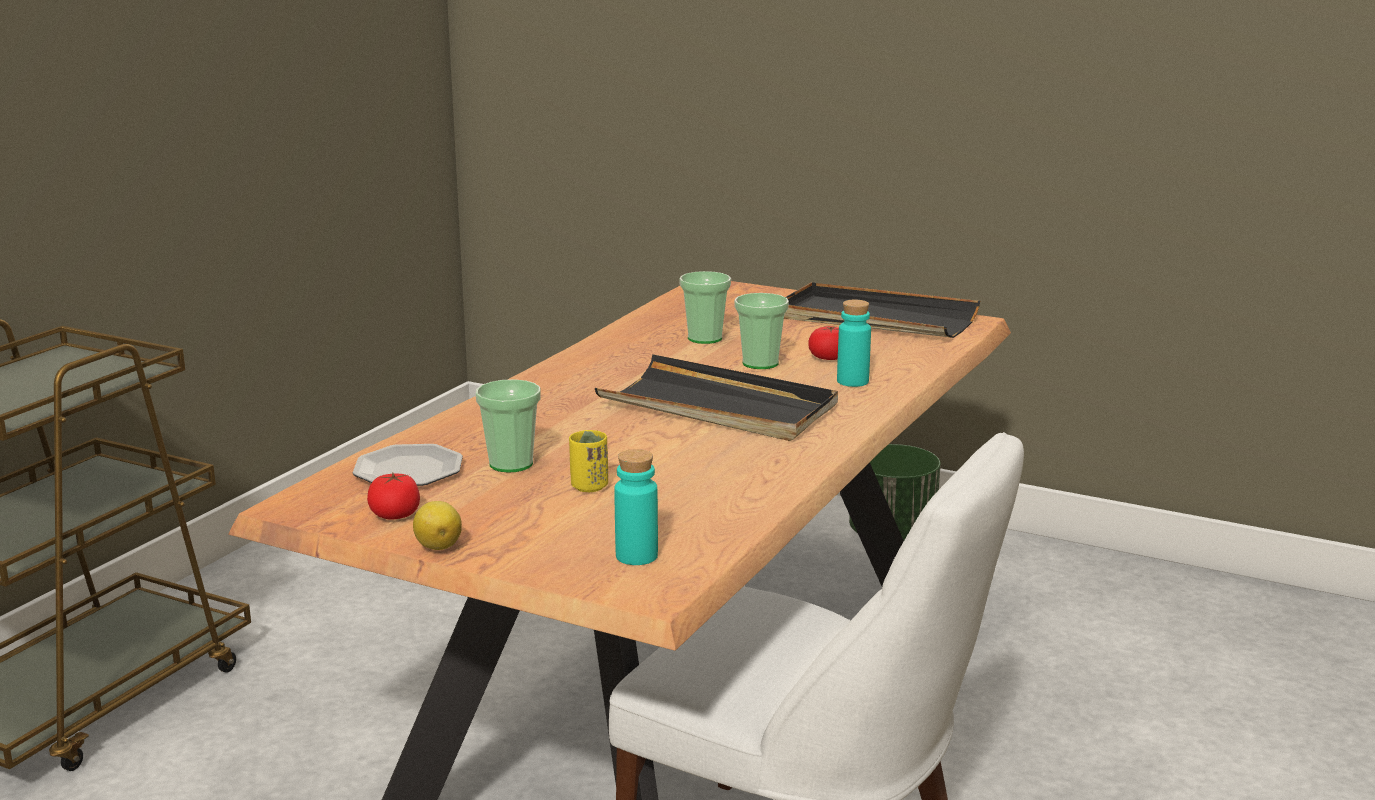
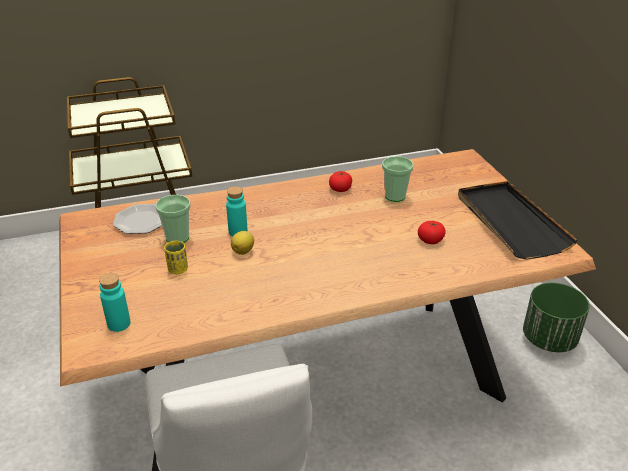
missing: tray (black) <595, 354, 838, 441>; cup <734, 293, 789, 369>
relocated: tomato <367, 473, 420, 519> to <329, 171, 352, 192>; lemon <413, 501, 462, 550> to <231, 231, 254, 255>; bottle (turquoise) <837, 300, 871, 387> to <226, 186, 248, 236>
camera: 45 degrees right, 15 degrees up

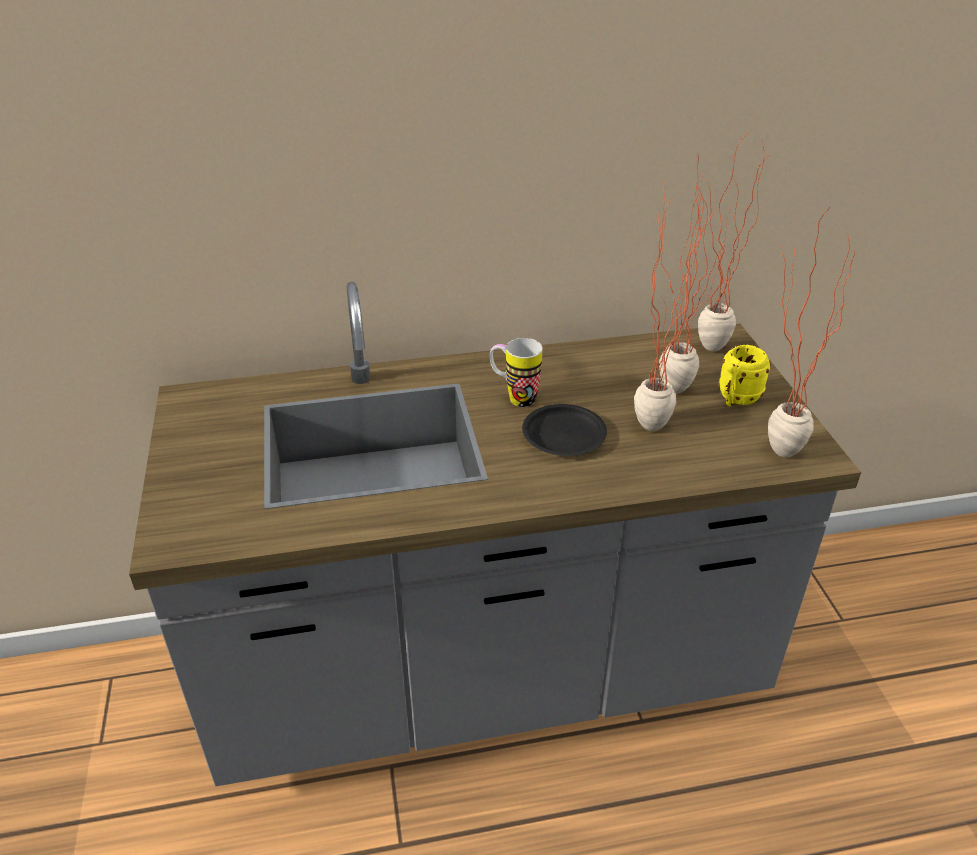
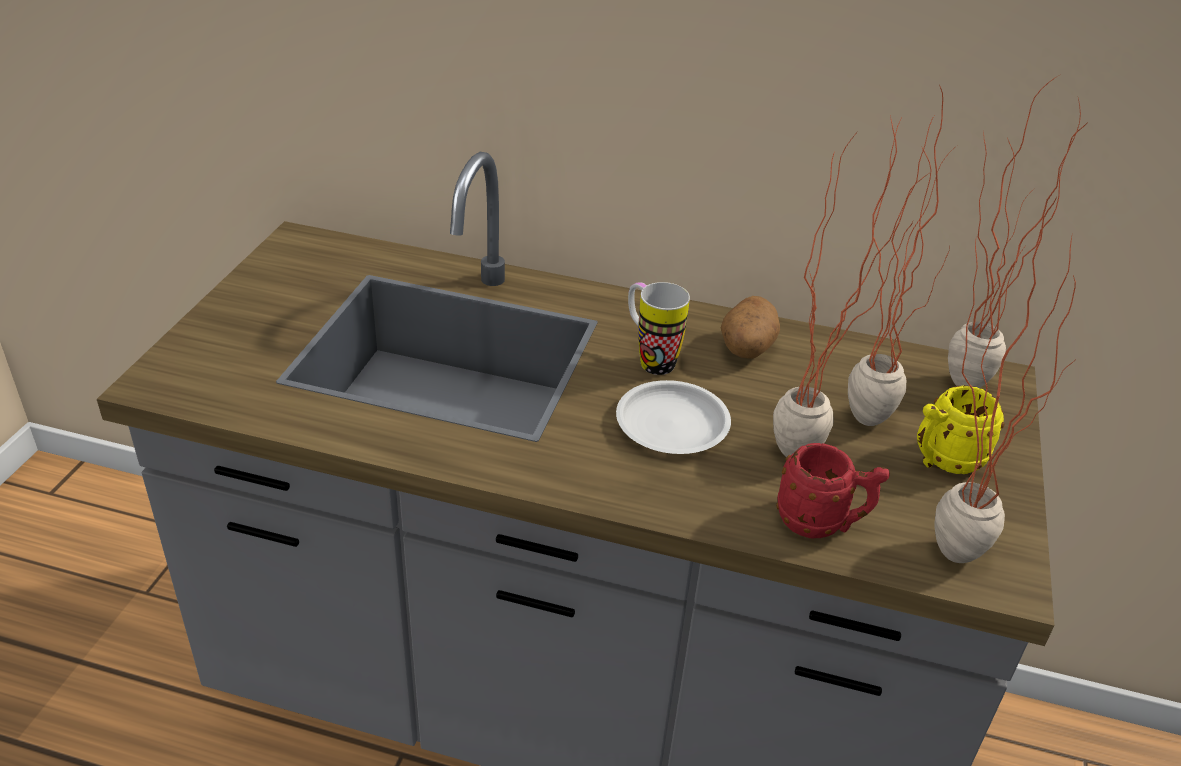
appeared: potato <721, 296, 780, 359>; mug (red) <776, 443, 890, 539>
colour: plate (black) <522, 404, 607, 456> to plate (white) <616, 380, 731, 454>
camera: 25 degrees right, 0 degrees up

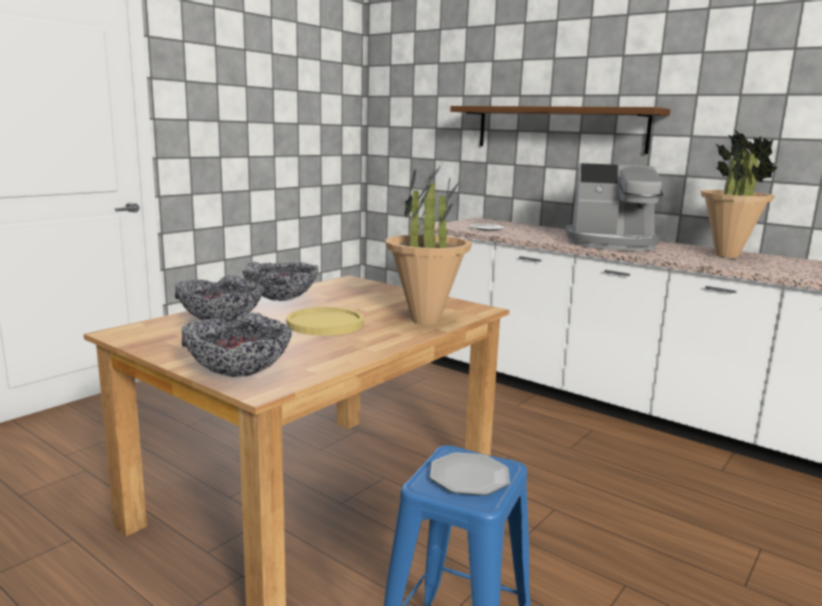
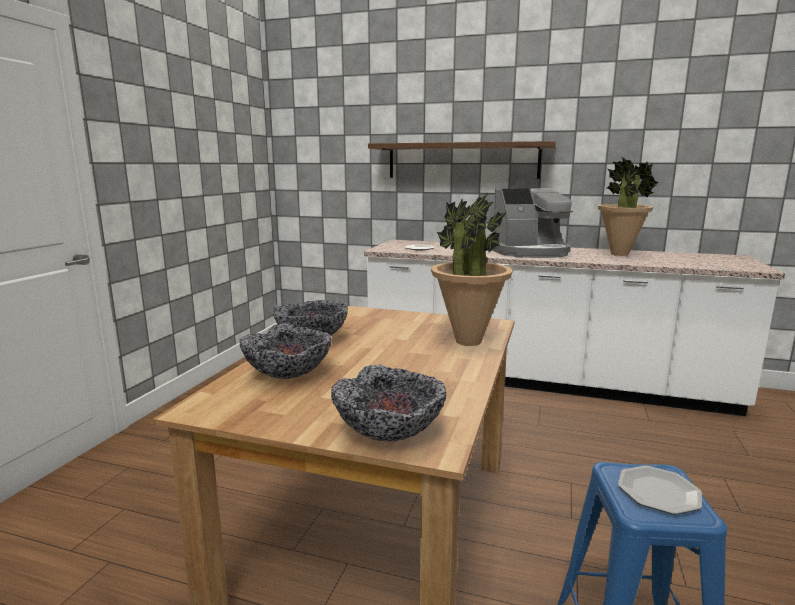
missing: plate (yellow) <287, 307, 364, 336>
camera: 20 degrees left, 0 degrees up

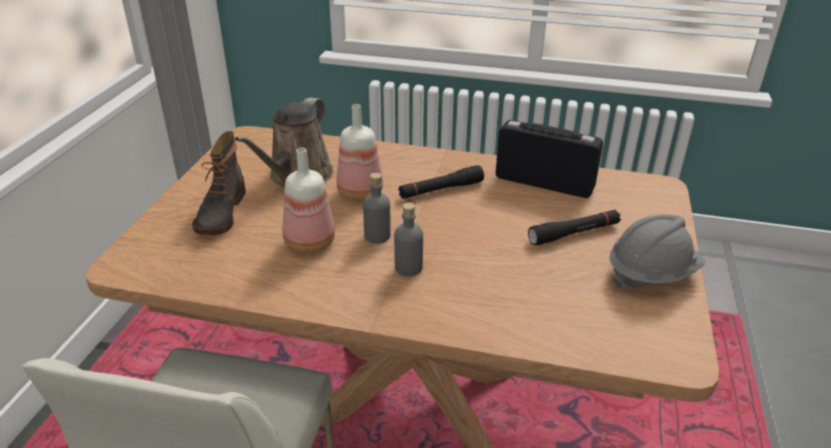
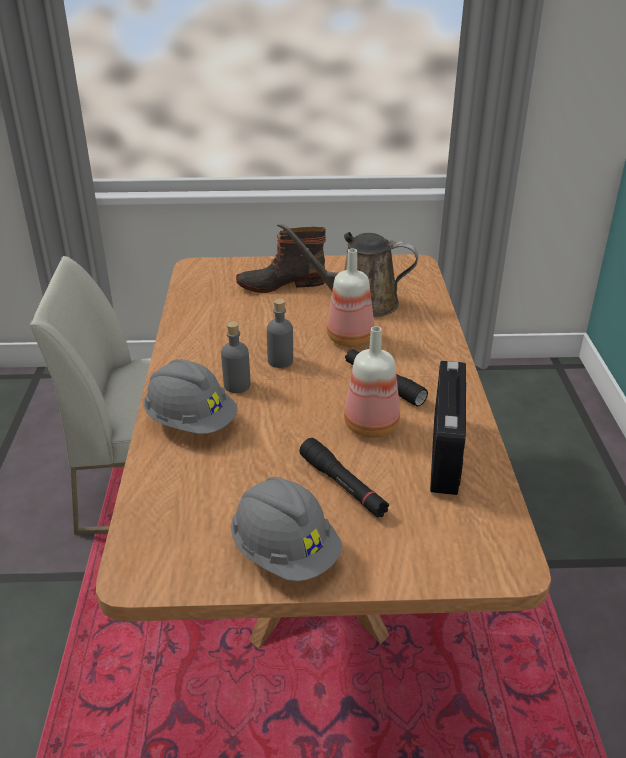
appeared: hard hat (grey) <144, 359, 238, 434>
relocated: bottle <283, 147, 335, 253> to <344, 326, 400, 438>
camera: 75 degrees right, 0 degrees up

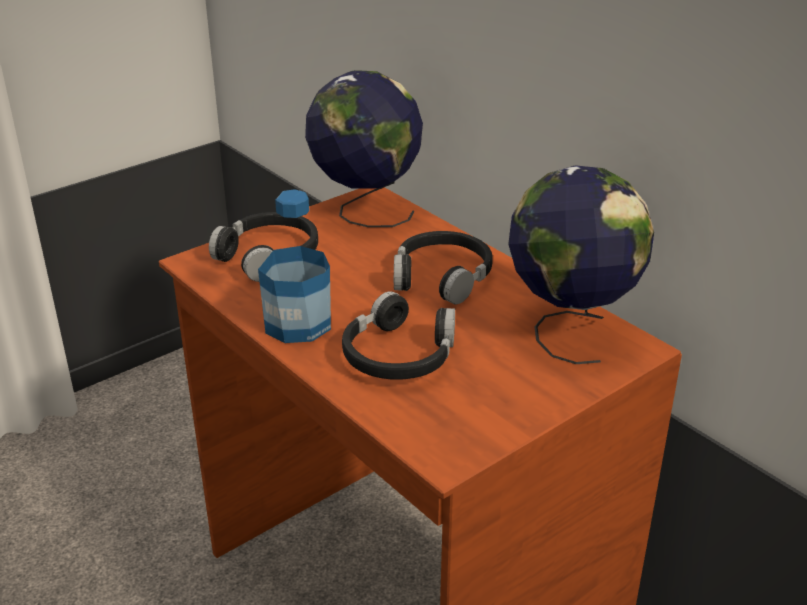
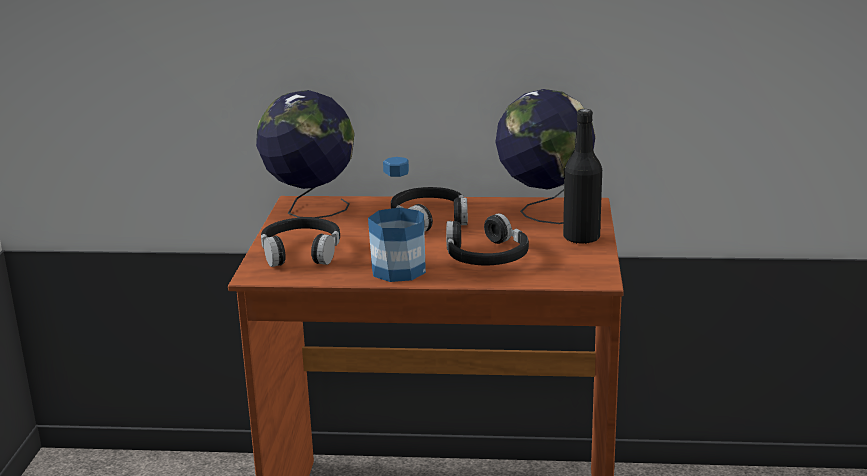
appeared: bottle (black) <563, 109, 602, 244>
camera: 45 degrees left, 10 degrees down

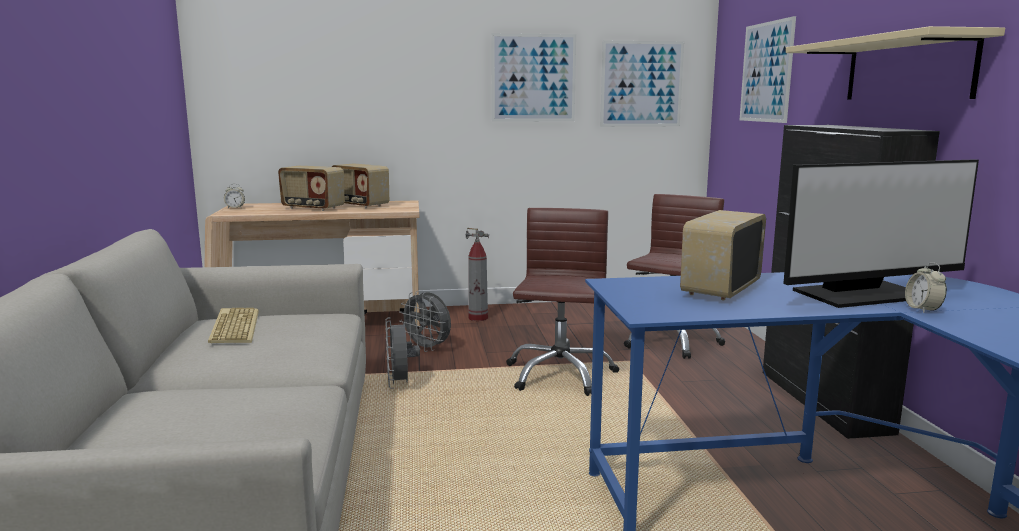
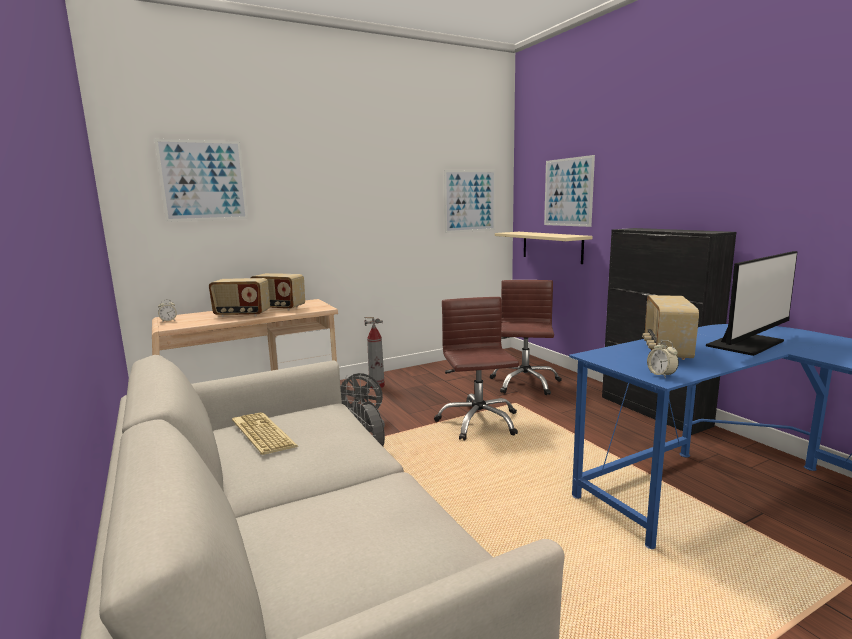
relocated: picture <491, 33, 576, 122> to <154, 139, 248, 222>; shelf (beige) <786, 26, 1005, 99> to <495, 232, 593, 264>; alarm clock <905, 262, 947, 313> to <647, 340, 679, 378>
camera: 20 degrees left, 0 degrees up

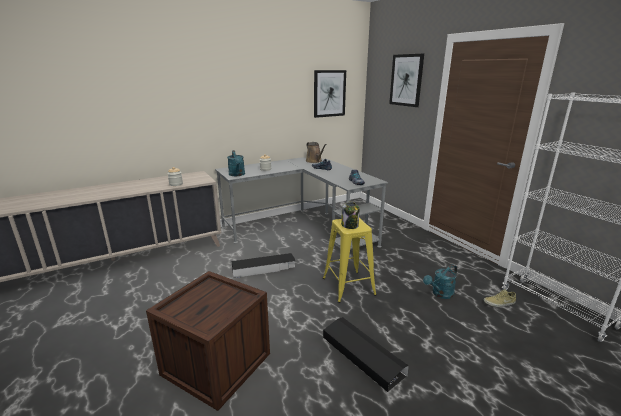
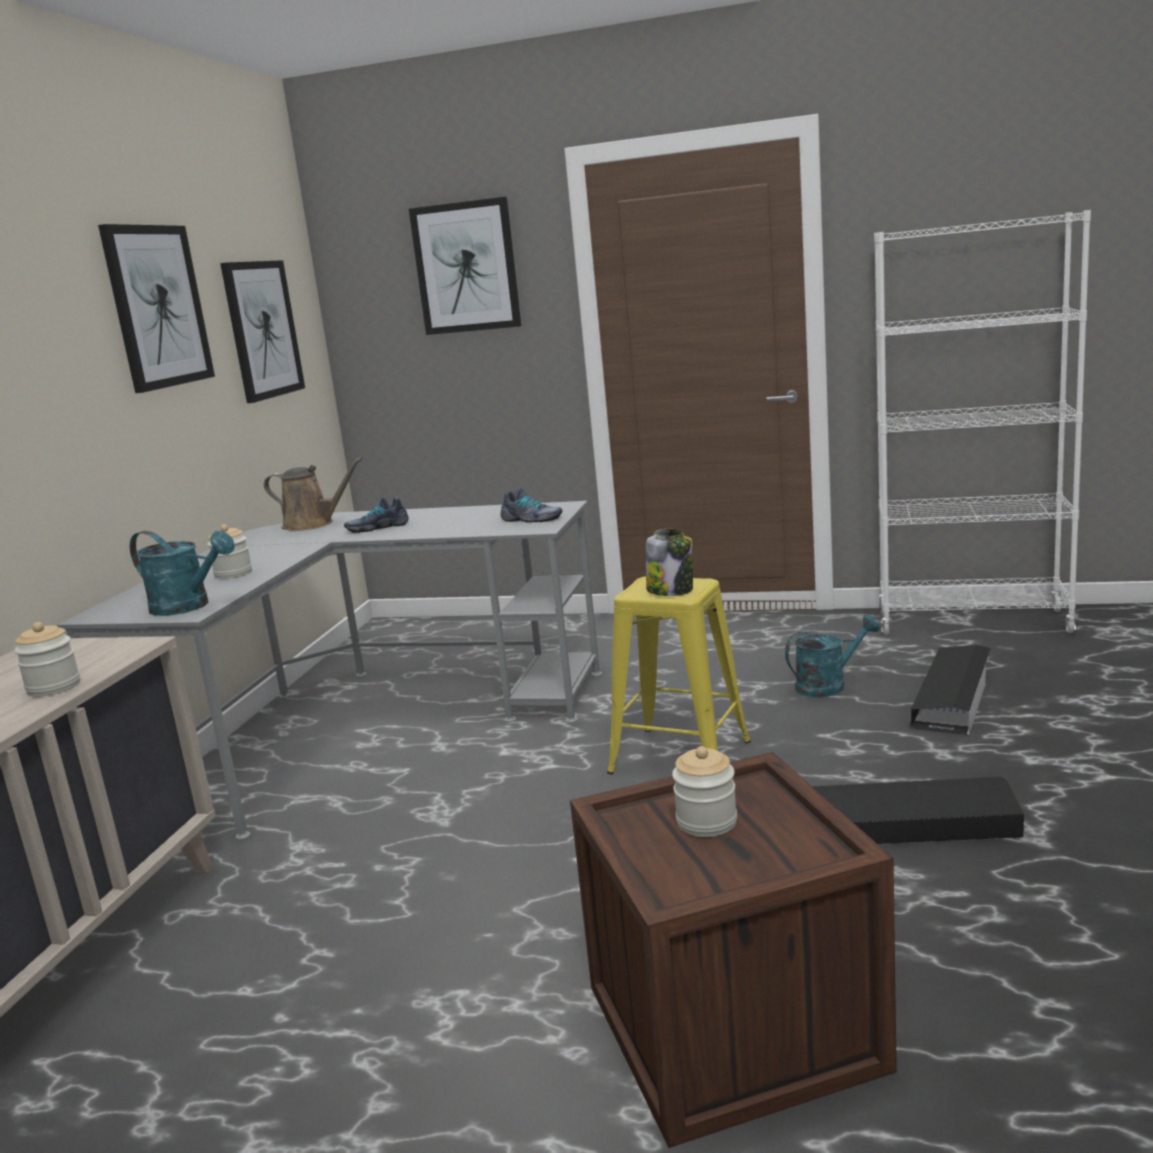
missing: shoe (beige) <484, 289, 516, 307>
appeared: picture <98, 224, 215, 393>; jar <672, 746, 737, 837>
relocated: storage box (black) <232, 253, 295, 278> to <911, 645, 991, 735>
spun: watering can (turquoise) <423, 265, 457, 299> = <785, 615, 880, 697> 120 degrees counterclockwise
camera: 45 degrees left, 5 degrees down

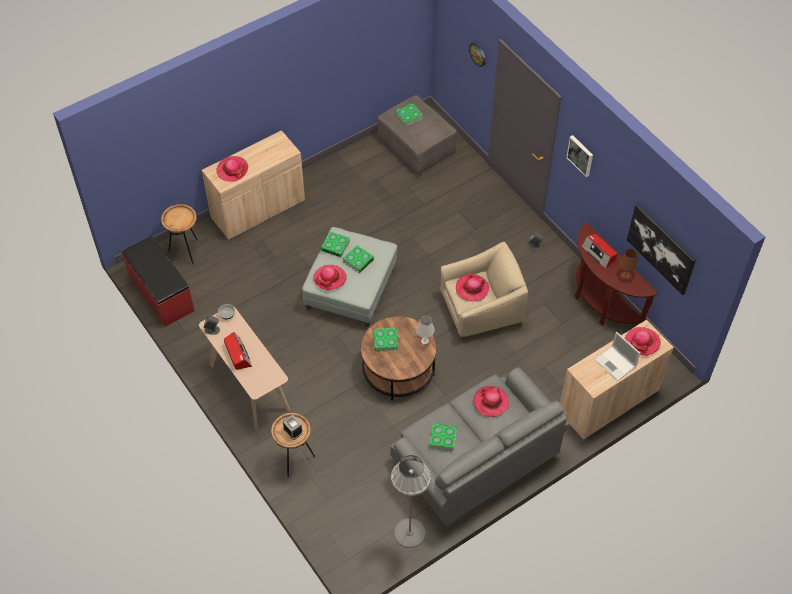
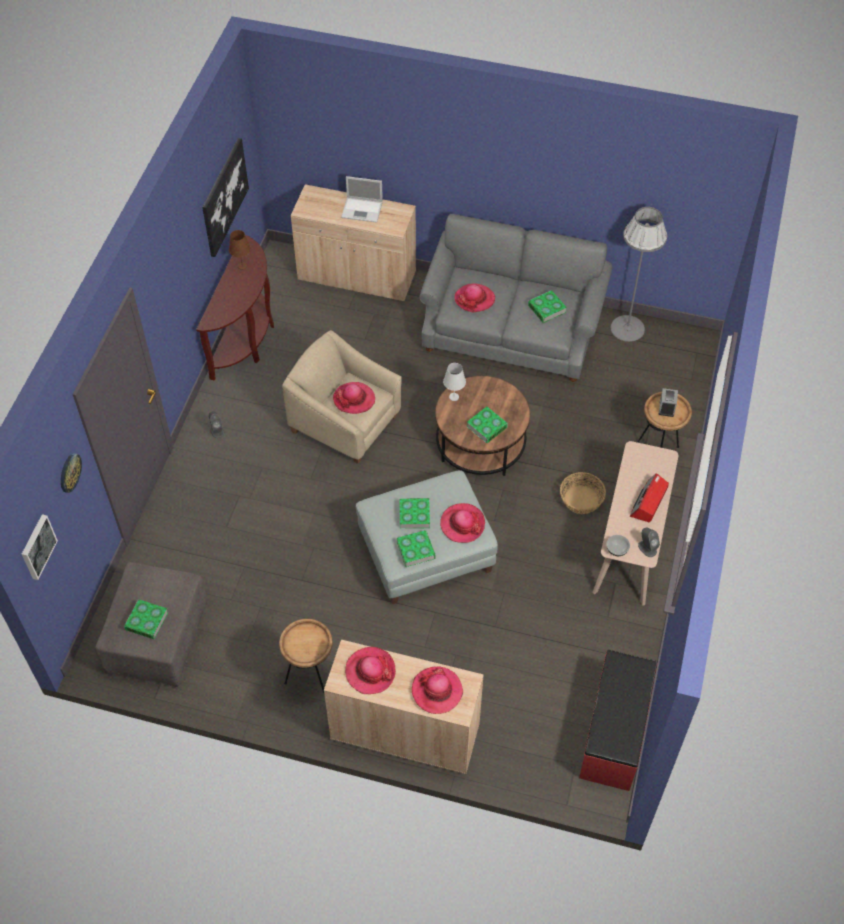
missing: radio <582, 234, 617, 269>
appeared: basket <560, 472, 606, 514>
relocated: side table (brown) <161, 204, 198, 265> to <279, 619, 333, 693>; picture <566, 135, 593, 177> to <22, 514, 58, 580>; hat <625, 327, 661, 356> to <345, 647, 396, 694>
spun: laptop <594, 332, 640, 381> = <341, 176, 383, 223> 90 degrees clockwise
camera: 130 degrees left, 0 degrees up

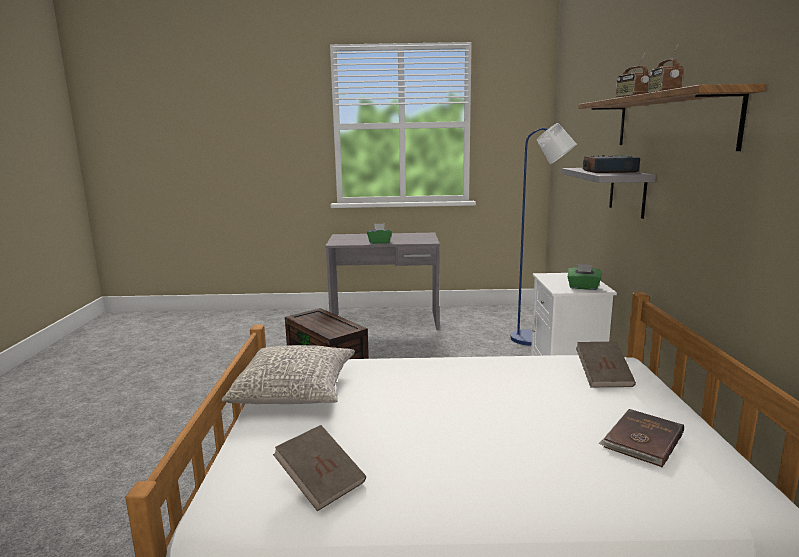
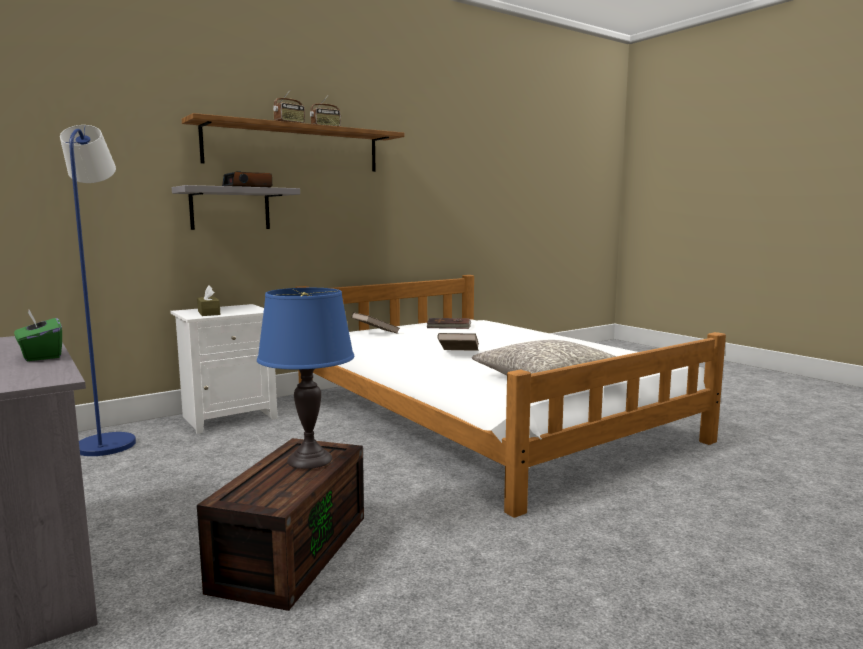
missing: tissue box (green) <568, 264, 602, 290>
appeared: tissue box (brown) <197, 285, 220, 316>; table lamp (blue) <257, 288, 354, 469>
relocated: book (brown) <273, 425, 366, 511> to <438, 333, 479, 351>
camera: 125 degrees left, 5 degrees down

